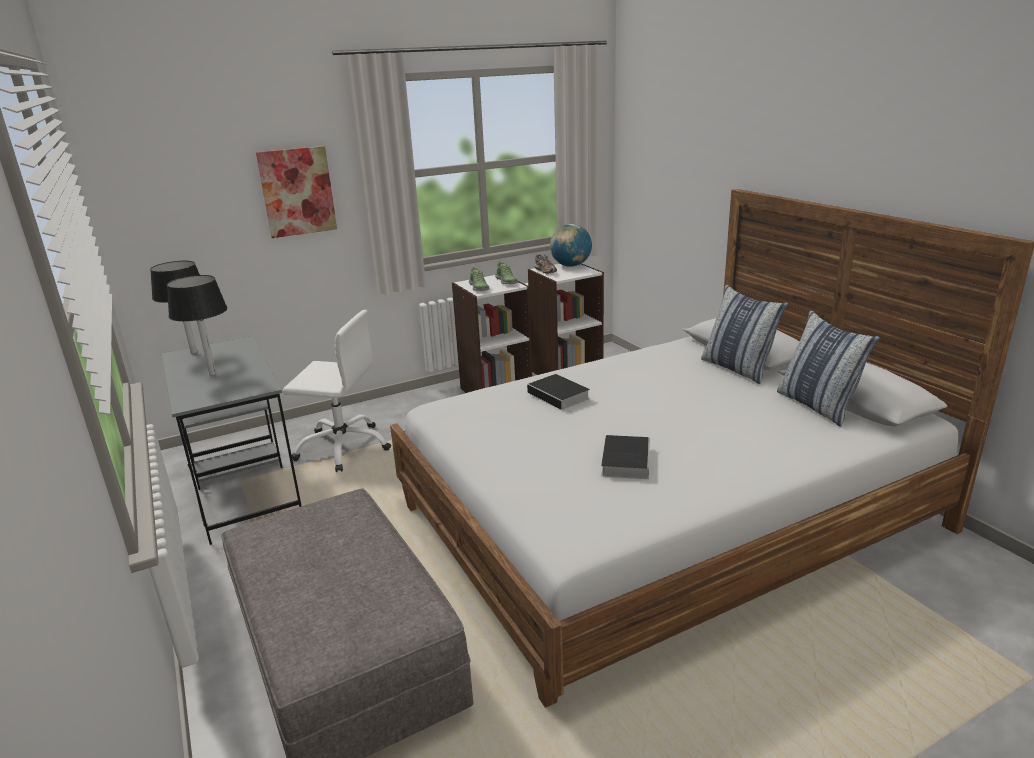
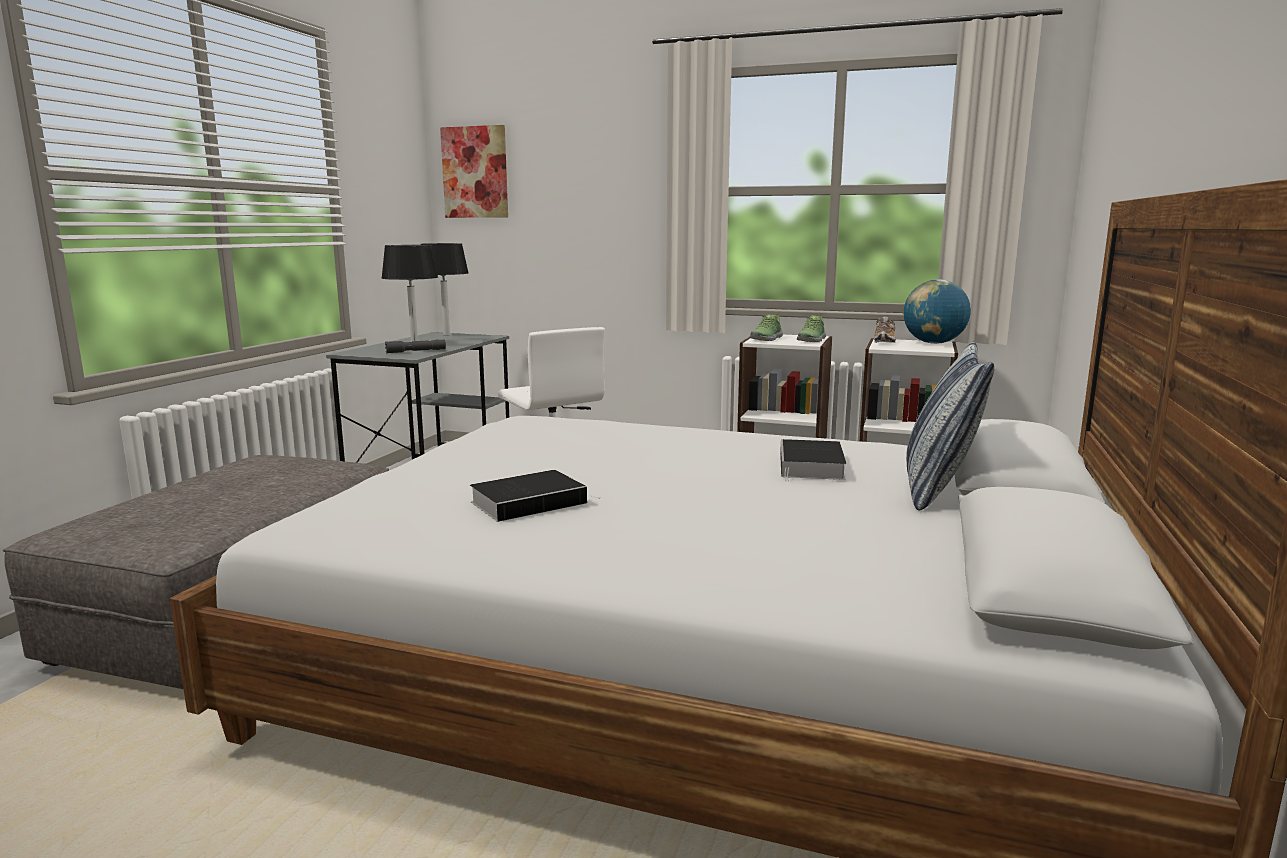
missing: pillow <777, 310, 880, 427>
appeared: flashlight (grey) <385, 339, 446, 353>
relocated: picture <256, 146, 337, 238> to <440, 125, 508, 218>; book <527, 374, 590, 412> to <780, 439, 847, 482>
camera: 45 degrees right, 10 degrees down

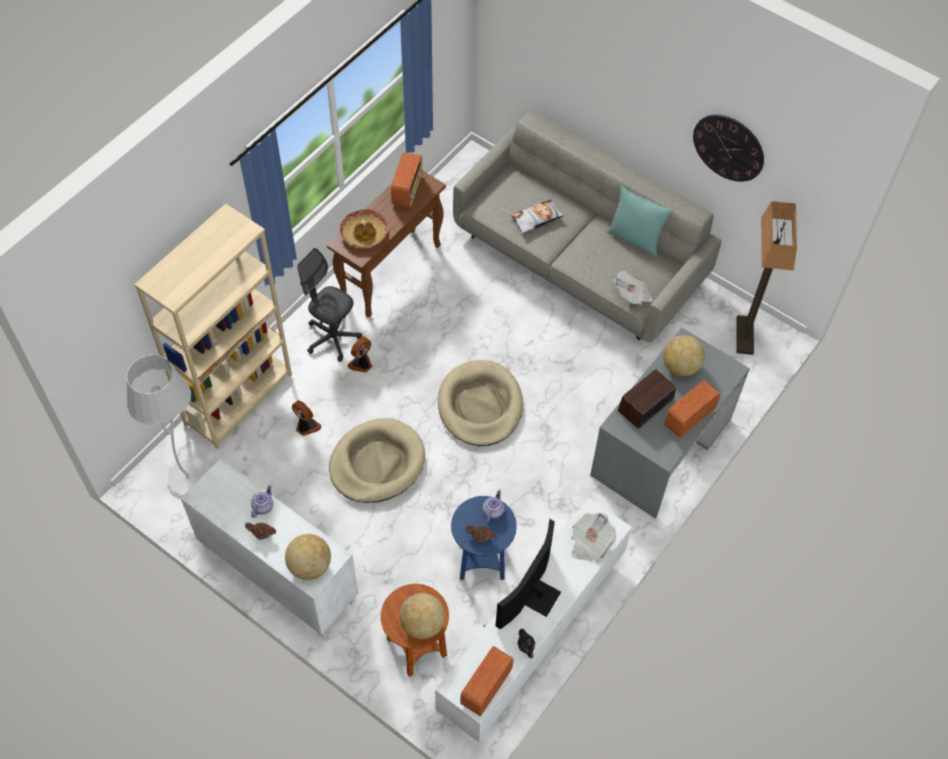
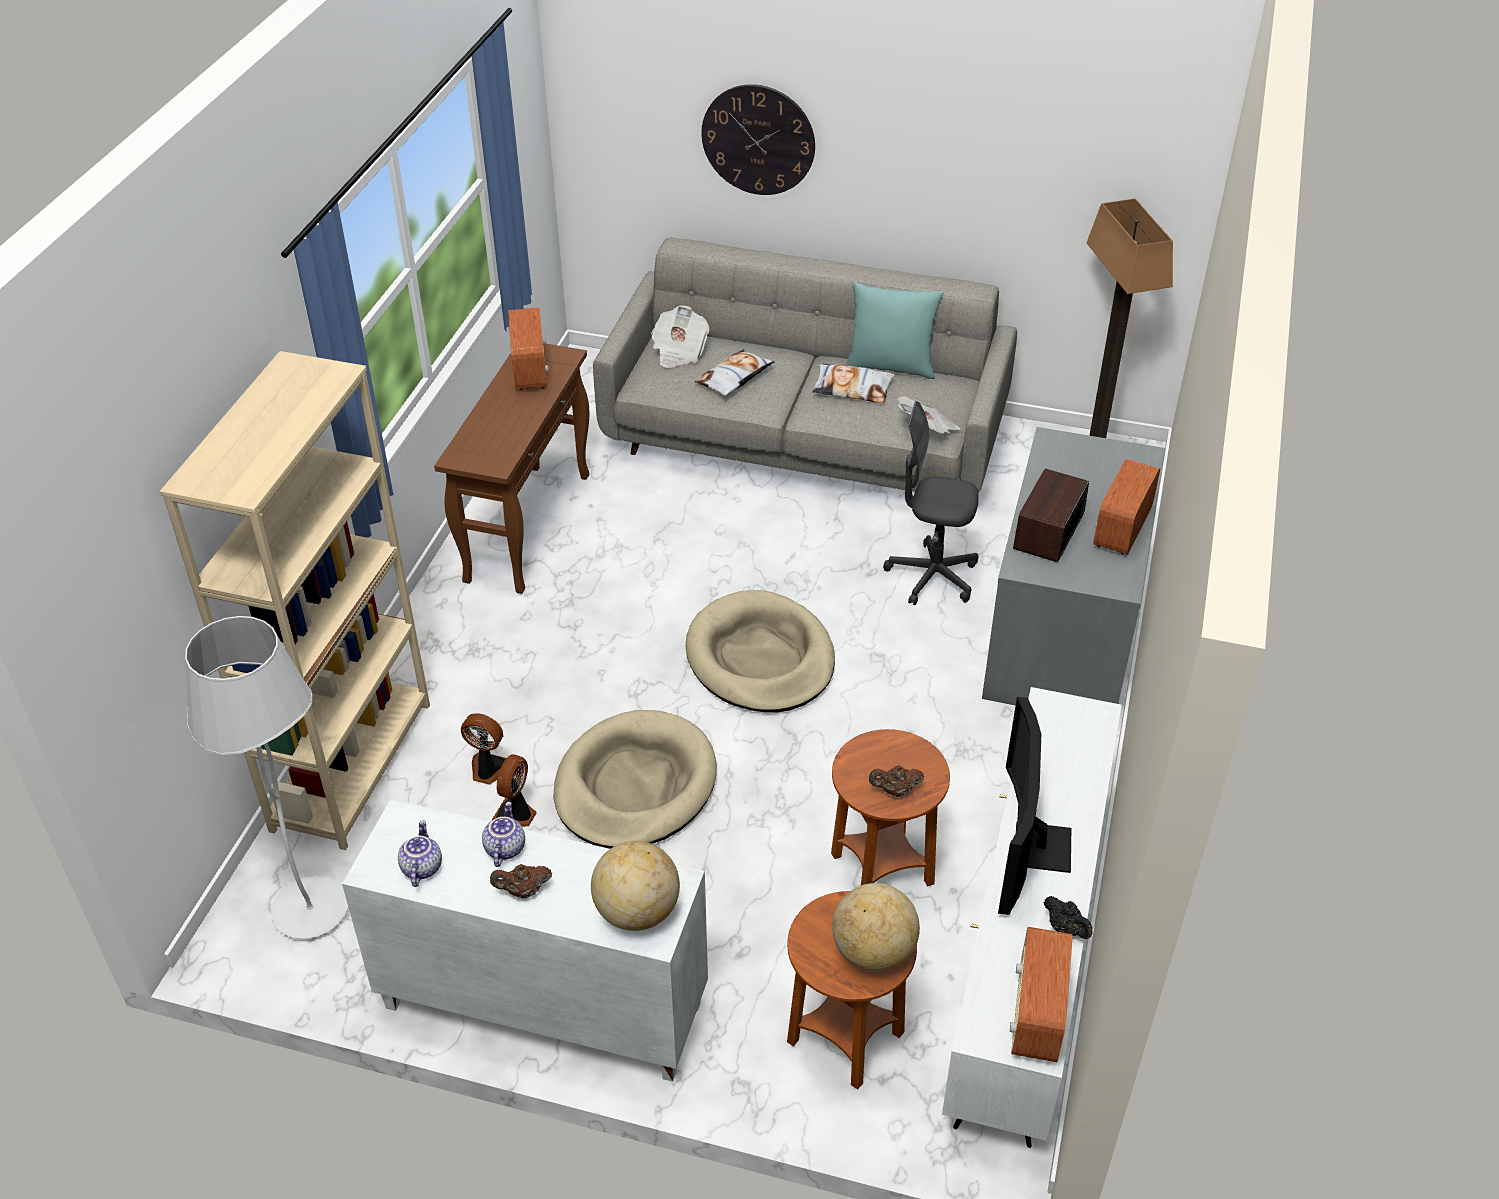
missing: hat <340, 209, 388, 248>; globe <663, 335, 705, 376>
appeared: pillow <812, 364, 895, 403>
relocated: office chair (grey) <297, 248, 362, 362> to <883, 401, 979, 605>; fan <348, 337, 372, 373> to <491, 754, 536, 827>; teapot <483, 490, 504, 523> to <398, 820, 442, 887>; newspaper <571, 513, 616, 563> to <651, 305, 710, 368>; wall clock <693, 115, 764, 182> to <701, 84, 815, 195>
colour: side table (blue) <451, 496, 517, 580> to side table (brown) <831, 729, 950, 887>
camera: 20 degrees left, 15 degrees down

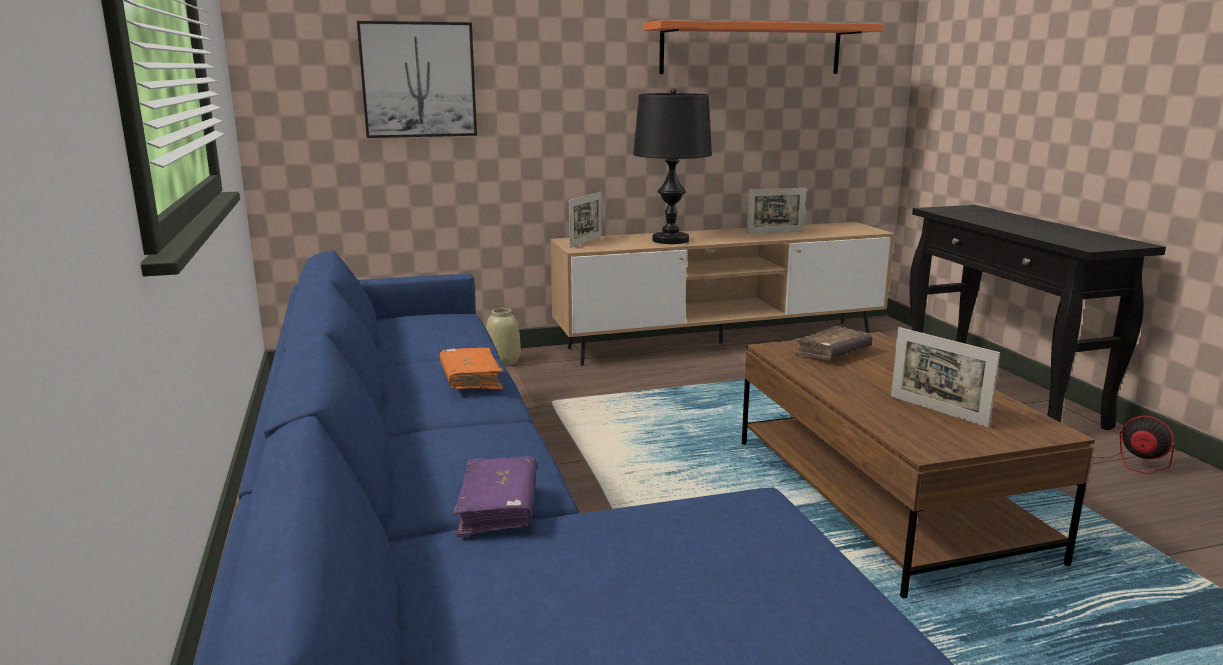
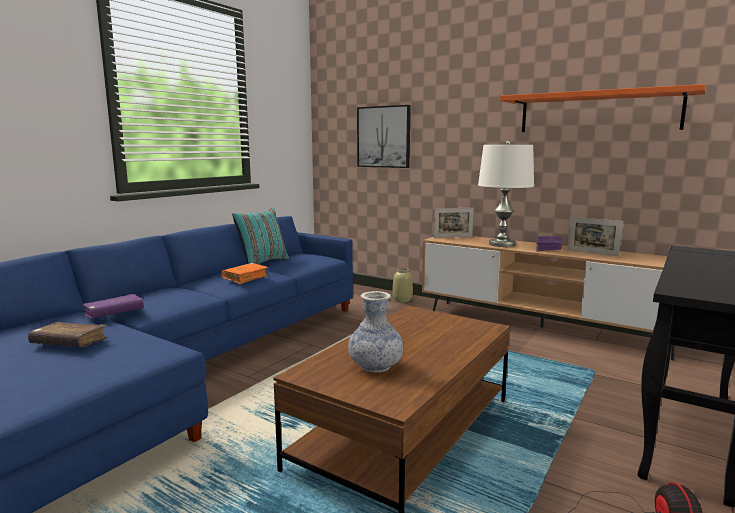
appeared: pillow (turquoise) <232, 207, 289, 264>; book (purple) <536, 236, 562, 252>
relocated: book (brown) <794, 326, 872, 360> to <28, 322, 108, 347>
exchanged: picture frame <891, 327, 1000, 428> to vase <348, 291, 404, 373>
colour: table lamp (black) <633, 89, 712, 244> to table lamp (white) <478, 141, 534, 247>
camera: 50 degrees right, 5 degrees down

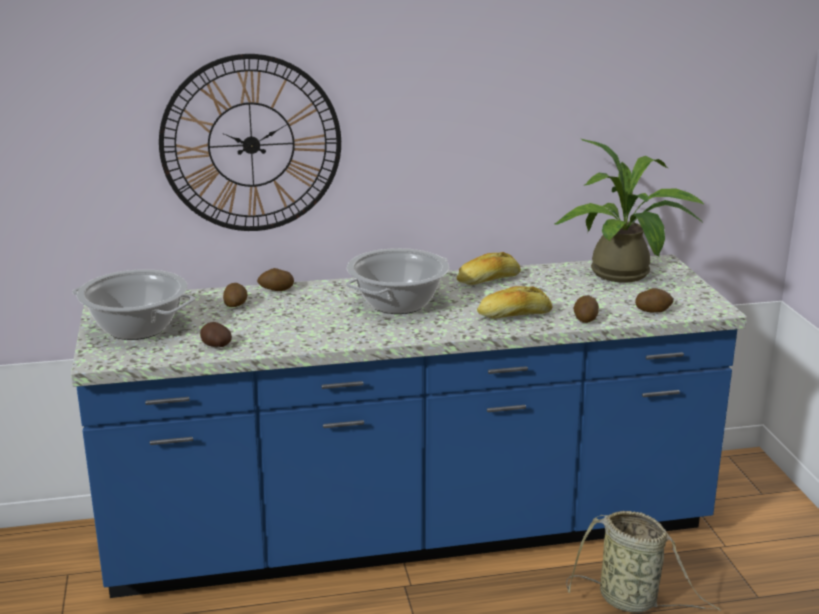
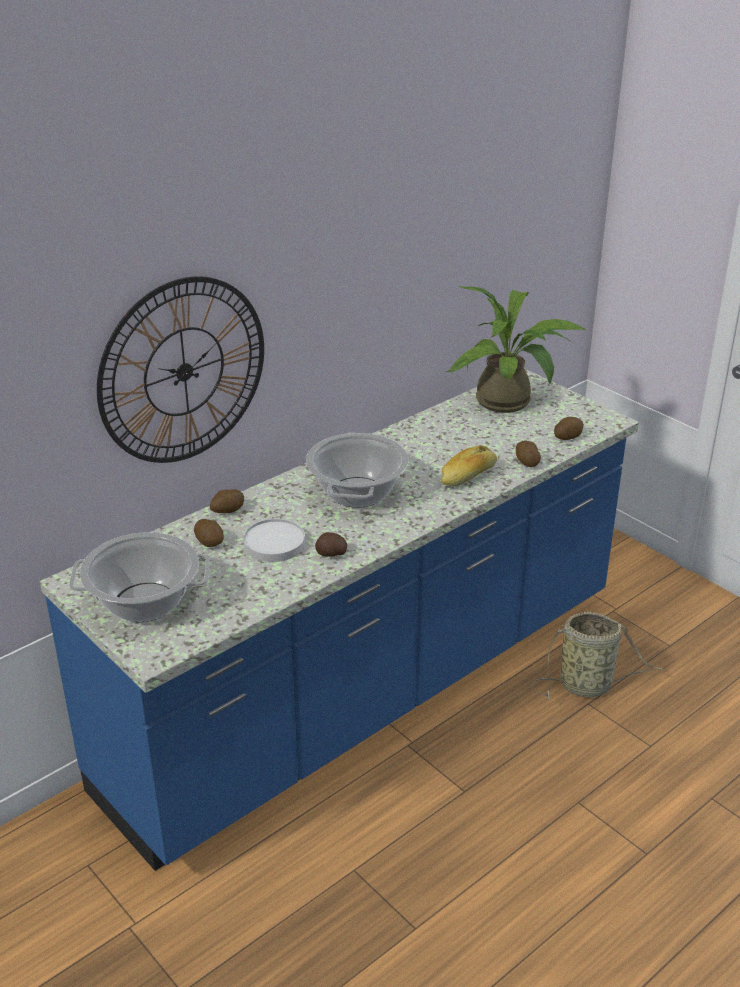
missing: bread <457, 252, 521, 285>
appeared: plate (white) <243, 519, 305, 562>
relocated: potato <200, 322, 232, 347> to <315, 532, 347, 557>
camera: 30 degrees left, 10 degrees up

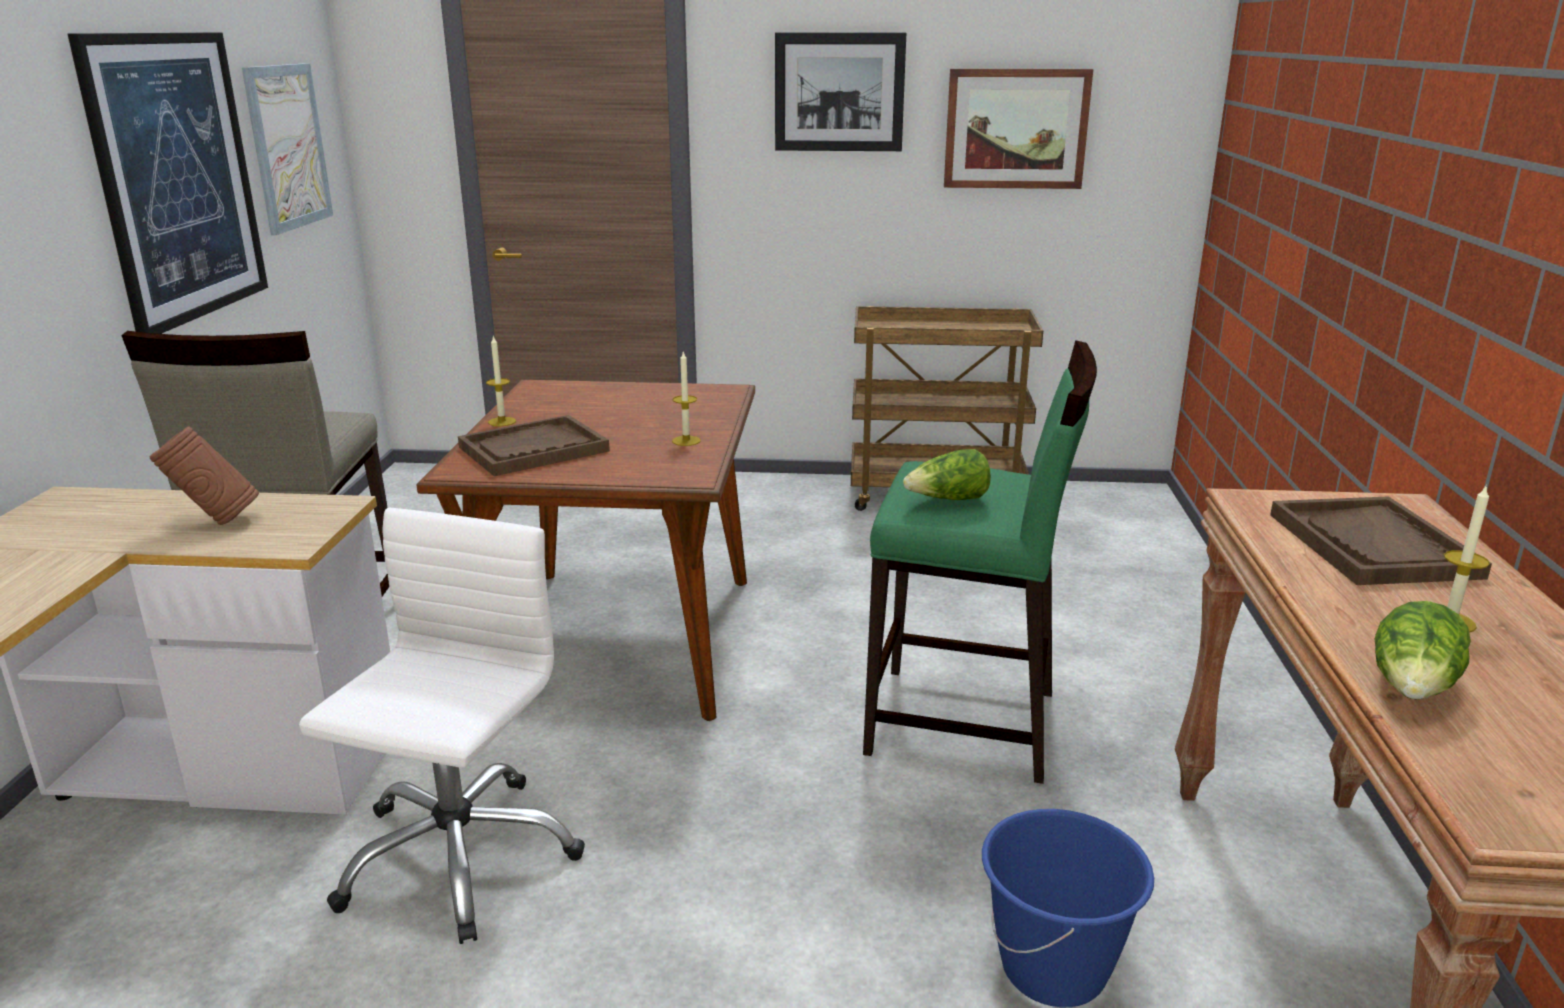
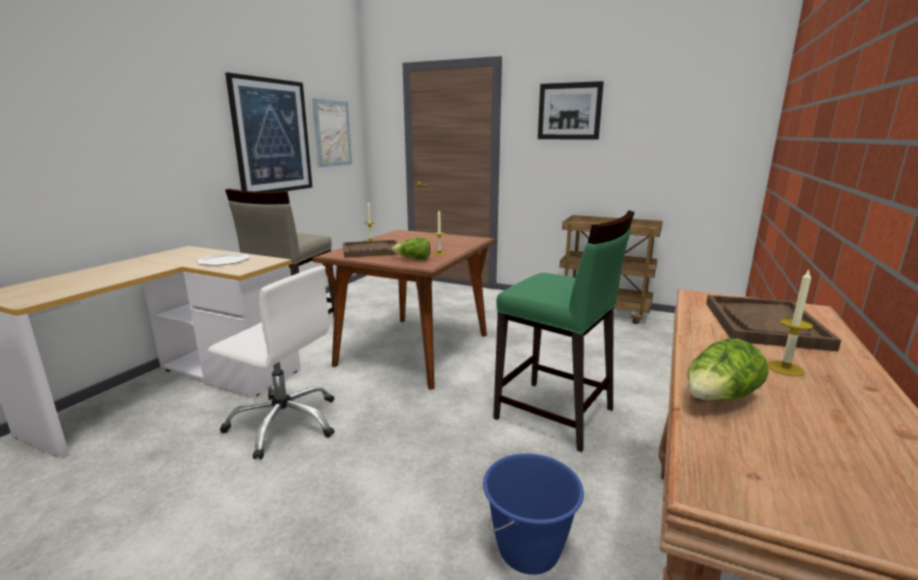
missing: picture <944, 69, 1093, 189>
relocated: lettuce <903, 449, 991, 500> to <392, 237, 430, 260>
exchanged: vase (brown) <150, 426, 259, 525> to plate <197, 253, 250, 266>
spun: office chair (white) <299, 508, 585, 944> = <208, 266, 334, 459> 75 degrees clockwise
camera: 20 degrees right, 5 degrees down

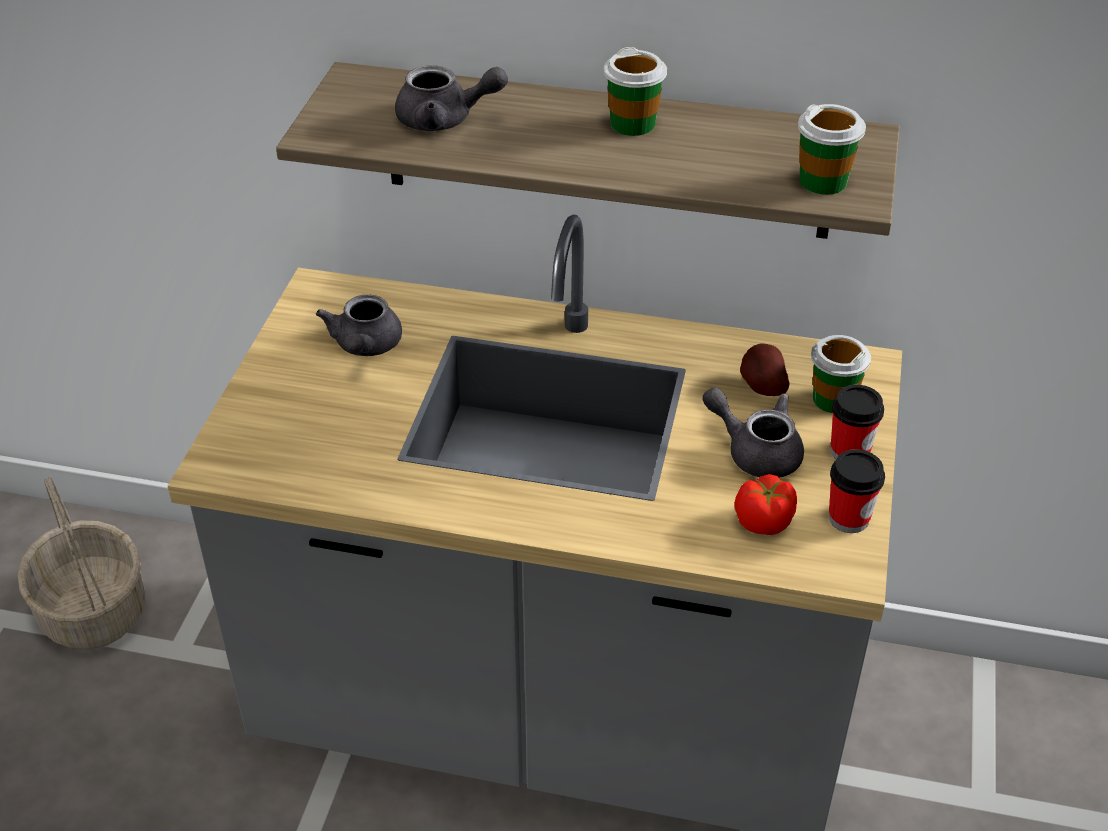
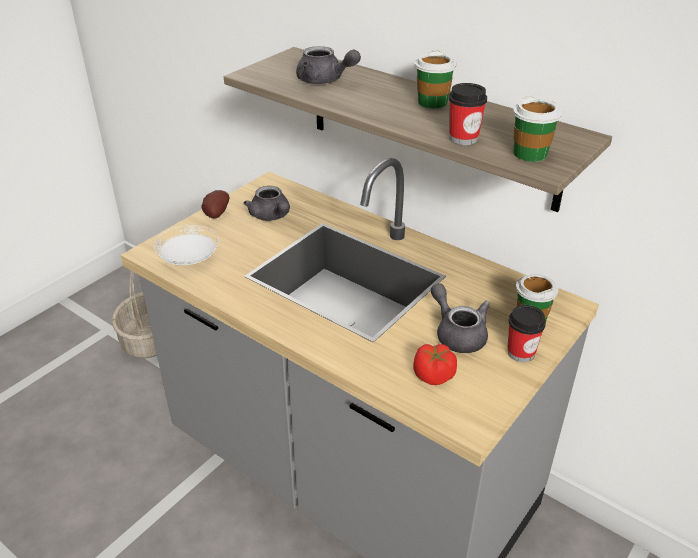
appeared: plate (white) <154, 225, 219, 265>
relocated: potato <740, 344, 790, 396> to <202, 190, 230, 218>; cup <829, 449, 885, 533> to <449, 83, 487, 145>
spun: teapot (grey) <316, 295, 402, 356> = <244, 186, 290, 221> 60 degrees counterclockwise
camera: 25 degrees right, 5 degrees down

